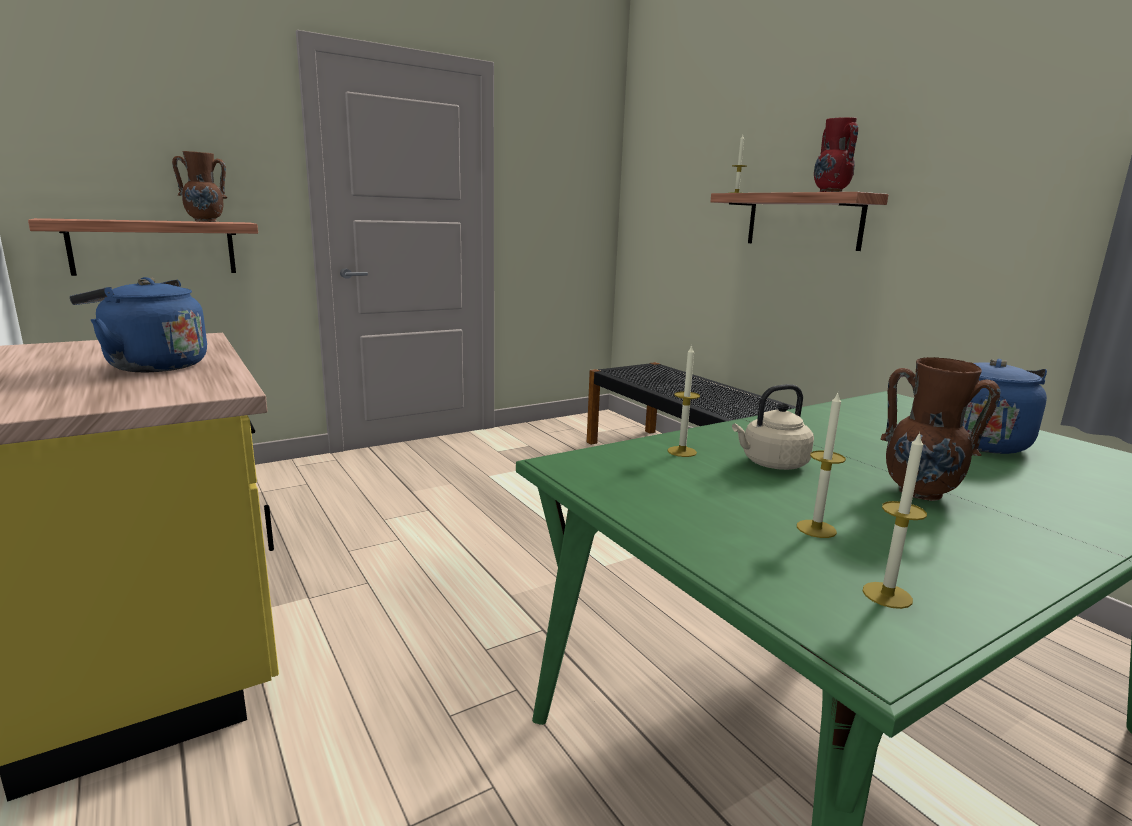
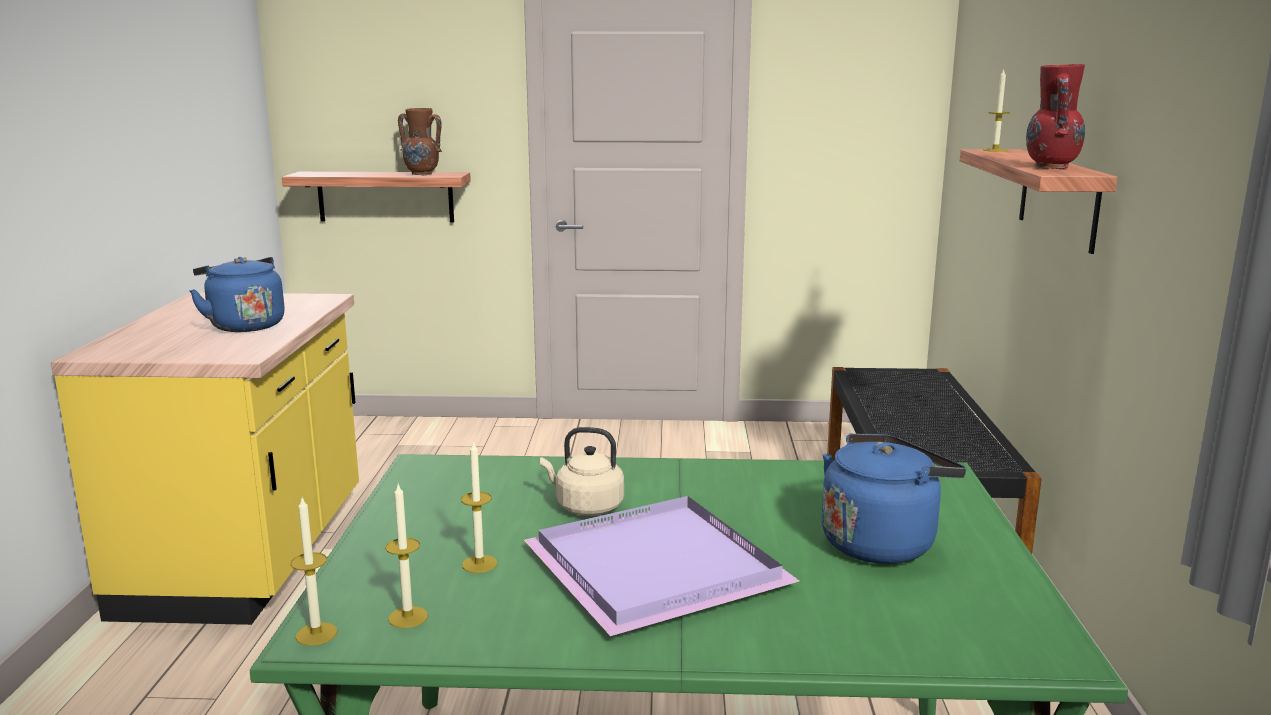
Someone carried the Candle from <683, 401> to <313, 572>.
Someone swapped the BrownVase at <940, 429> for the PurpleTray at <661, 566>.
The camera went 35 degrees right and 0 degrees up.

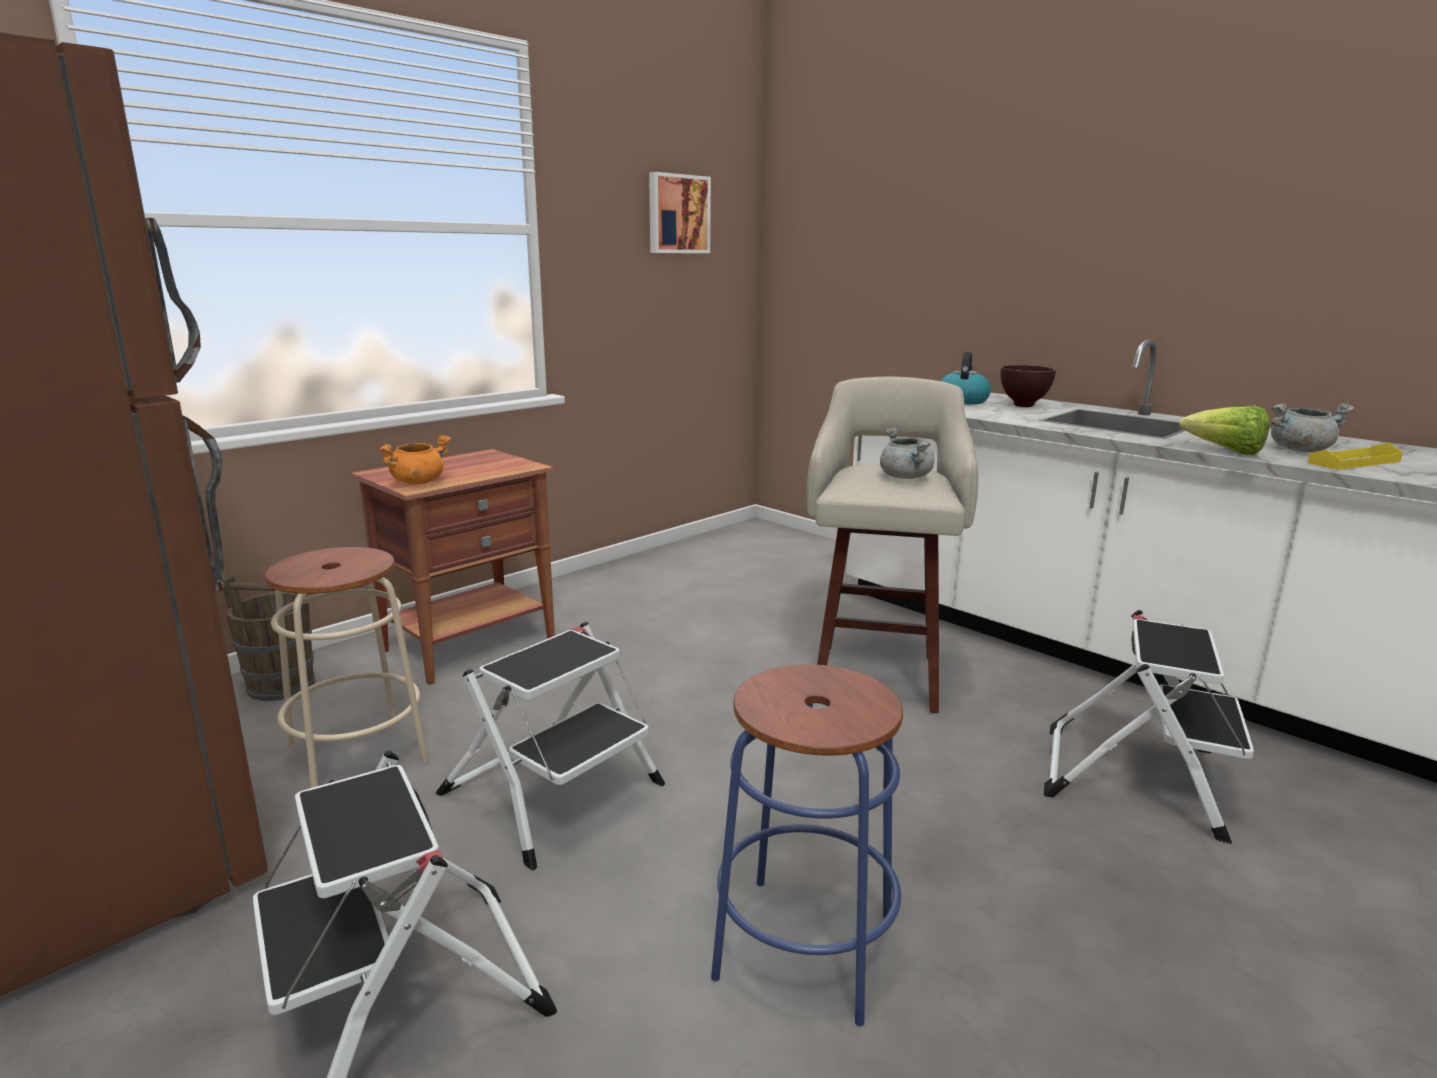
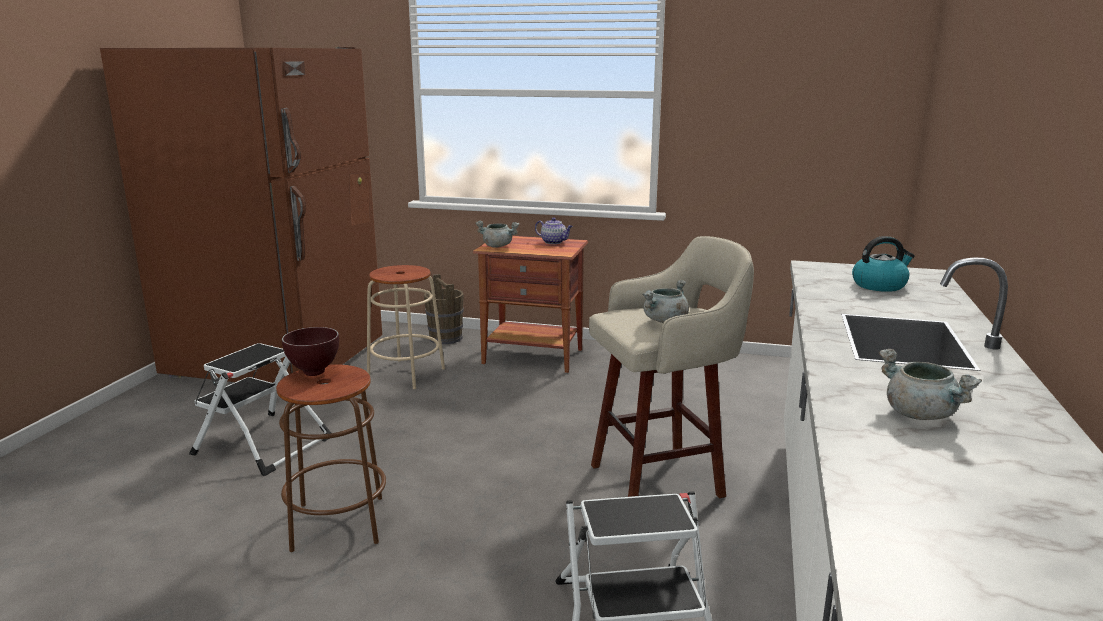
Someone took away the StepLadder at <550, 746>.
Someone took away the Picture at <680, 212>.
Someone took away the Lettuce at <1224, 430>.
Someone took away the YellowTray at <1355, 456>.
Someone put down the Teapot at <554, 230>.
Someone carried the BrownBowl from <1028, 386> to <310, 351>.
Someone repainted the OrangeCookingPot at <415, 459>, which became the GreyCookingPot at <497, 234>.
Someone repainted the BlueStool at <807, 845>, which became the BrownStool at <331, 458>.
The camera went 60 degrees right and 0 degrees up.

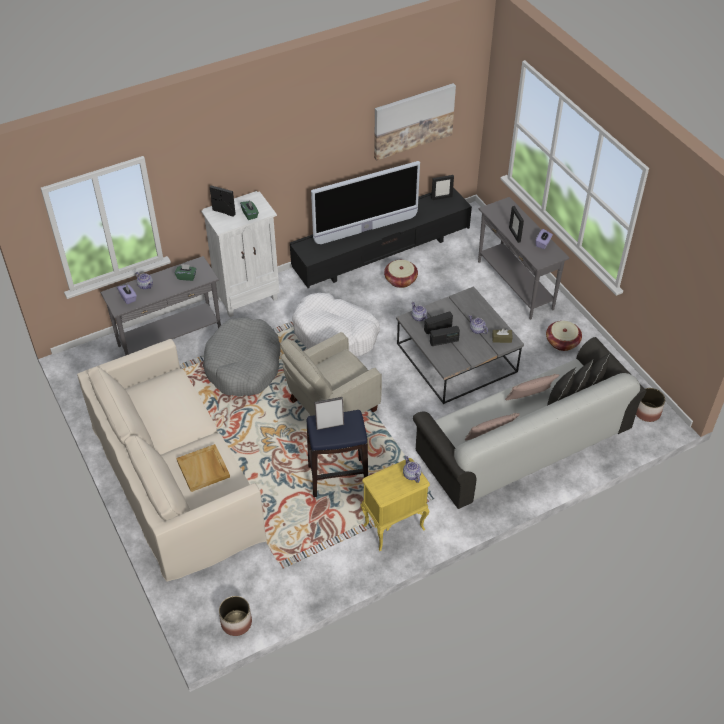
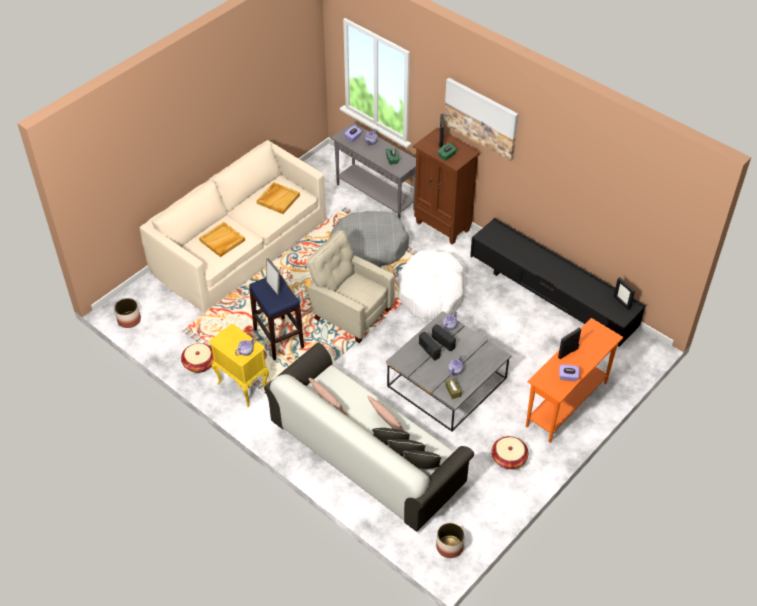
Someone took away the Television at <365, 202>.
Someone put down the BeigeTray at <278, 198>.
Someone carried the Picture from <415, 121> to <481, 119>.
Someone carried the Basket from <401, 274> to <197, 358>.
Someone repainted the WhiteCabinet at <240, 254>, which became the BrownCabinet at <446, 187>.
Someone repainted the GreyConsoleTable at <523, 258>, which became the OrangeConsoleTable at <574, 380>.
The camera went 70 degrees right and 0 degrees up.

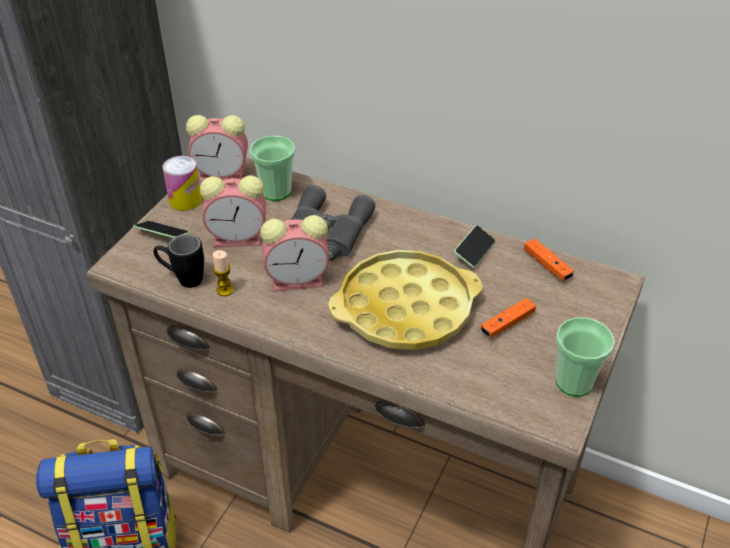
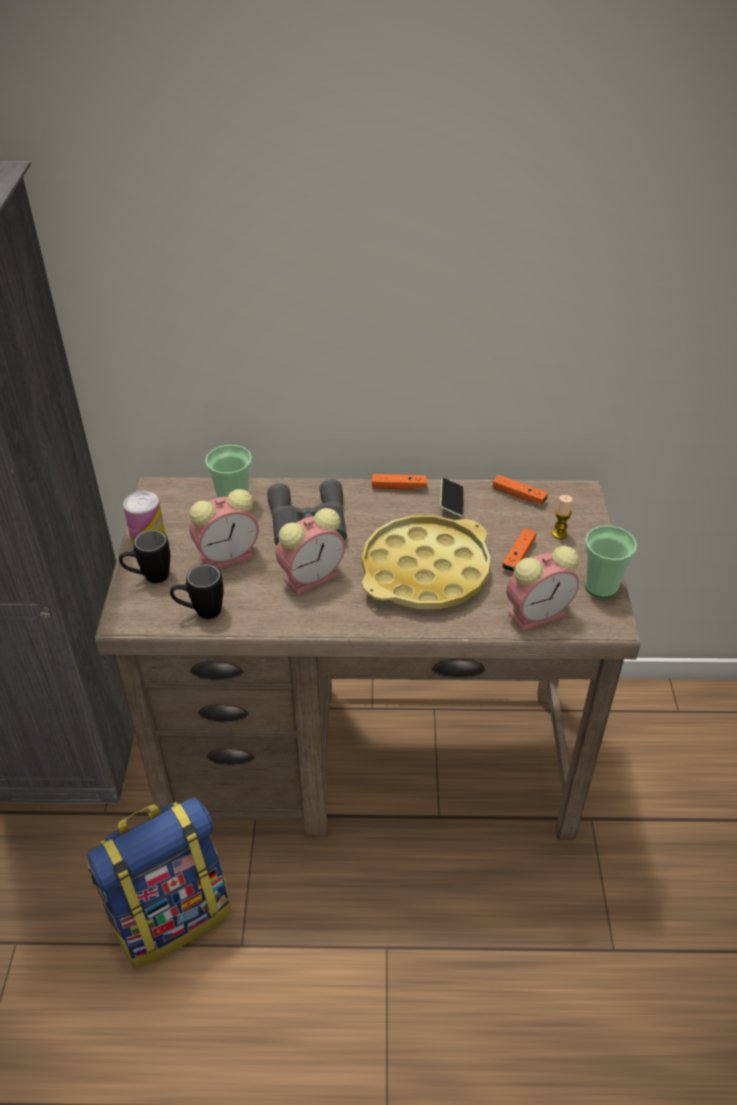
Someone put down the OrangeGameController at <399, 481>.
Someone carried the AlarmClock from <217, 148> to <542, 589>.
Someone carried the Candle from <223, 273> to <562, 517>.
Someone swapped the Phone at <161, 229> for the BlackMug at <144, 556>.
The camera went 25 degrees left and 0 degrees up.

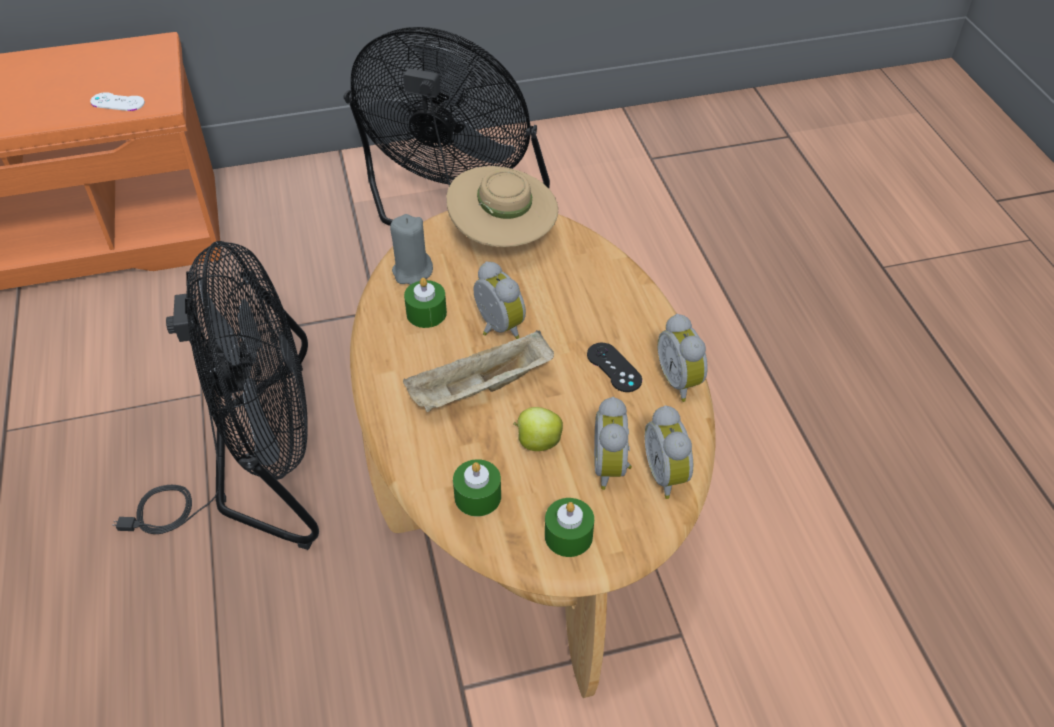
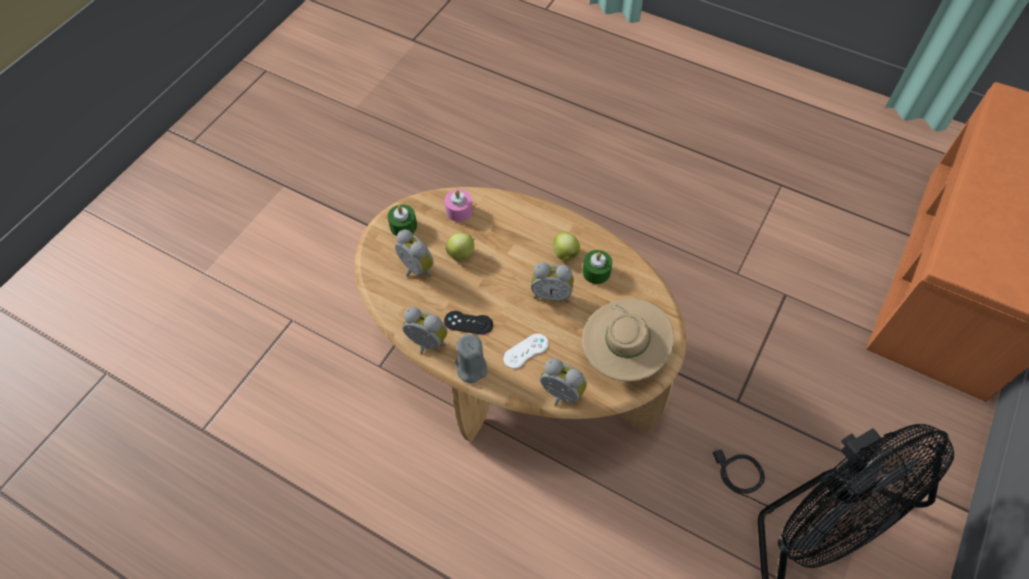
Someone took away the BlackFan at <215, 395>.
Someone took away the BeigeTray at <478, 371>.
Someone put down the Apple at <566, 246>.
Someone carried the WhiteGameController from <117, 101> to <526, 351>.
Someone carried the GreyCandle from <411, 249> to <471, 358>.
Someone carried the AlarmClock from <668, 452> to <563, 382>.
Someone repainted the GreenCandle at <477, 488>, which became the PinkCandle at <459, 205>.
The camera went 135 degrees right and 10 degrees up.

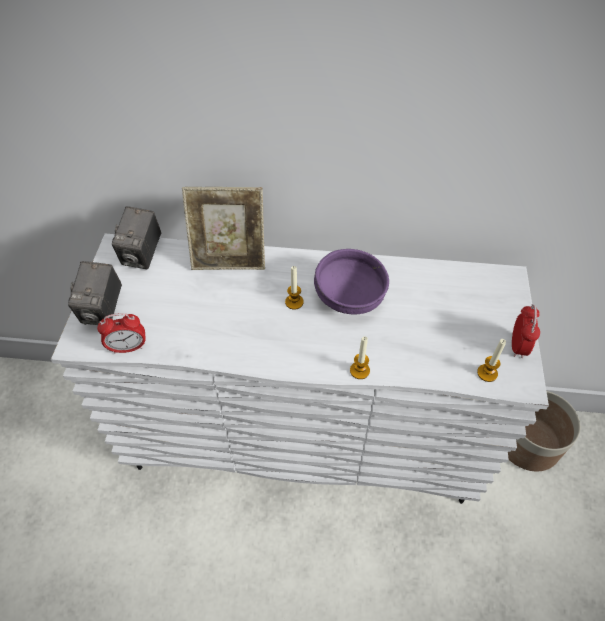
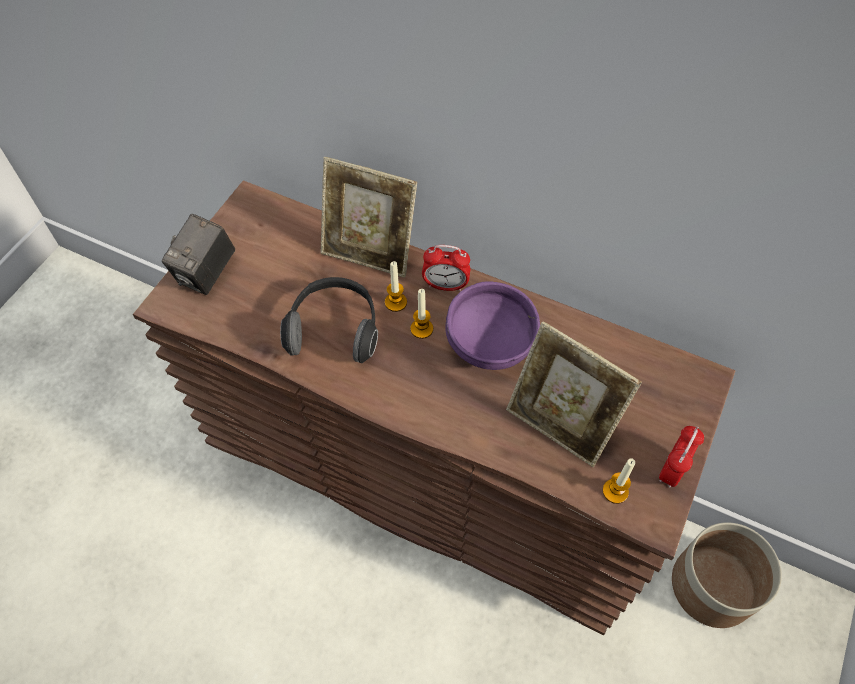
Someone took away the PhotoCamera at <136, 237>.
Someone put down the Headphones at <329, 320>.
Someone put down the PictureFrame at <574, 394>.
Someone carried the AlarmClock from <121, 333> to <446, 268>.
Someone carried the Candle from <360, 357> to <396, 286>.
Someone repainted the WhiteDresser at <300, 369>, which became the BrownDresser at <434, 408>.
The camera went 20 degrees right and 5 degrees up.

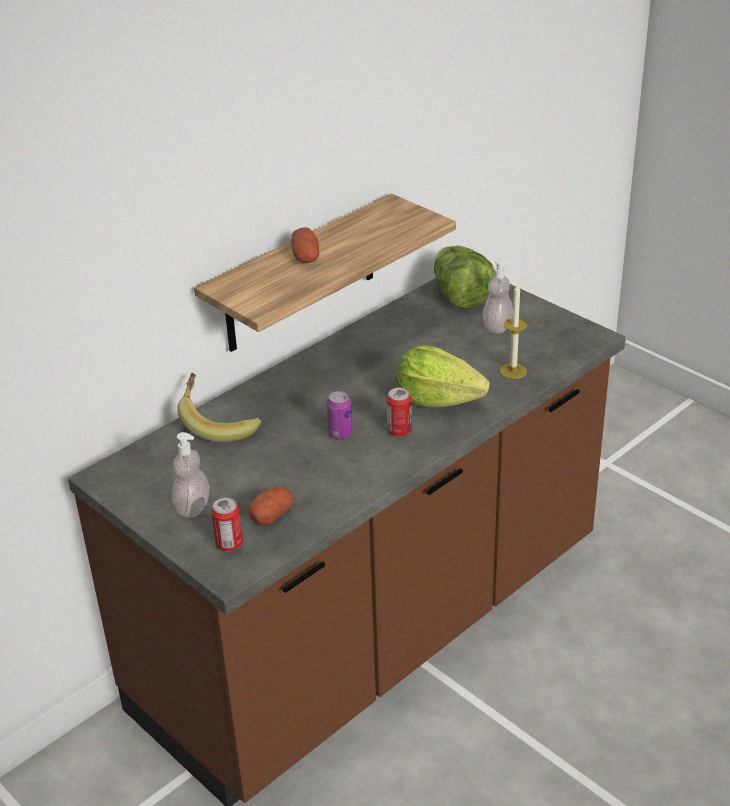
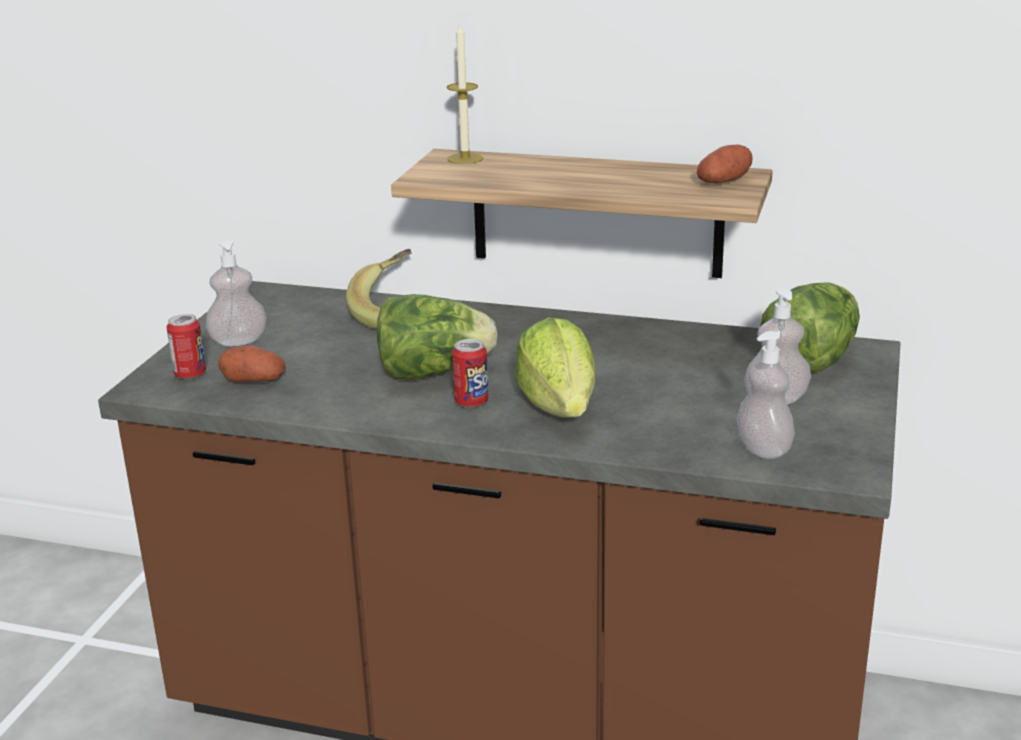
Someone put down the SoapDispenser at <766, 395>.
Someone carried the Potato from <305, 245> to <725, 163>.
Someone carried the Candle from <514, 331> to <465, 94>.
Someone swapped the Can at <339, 415> for the Lettuce at <437, 337>.
The camera went 60 degrees right and 10 degrees down.

